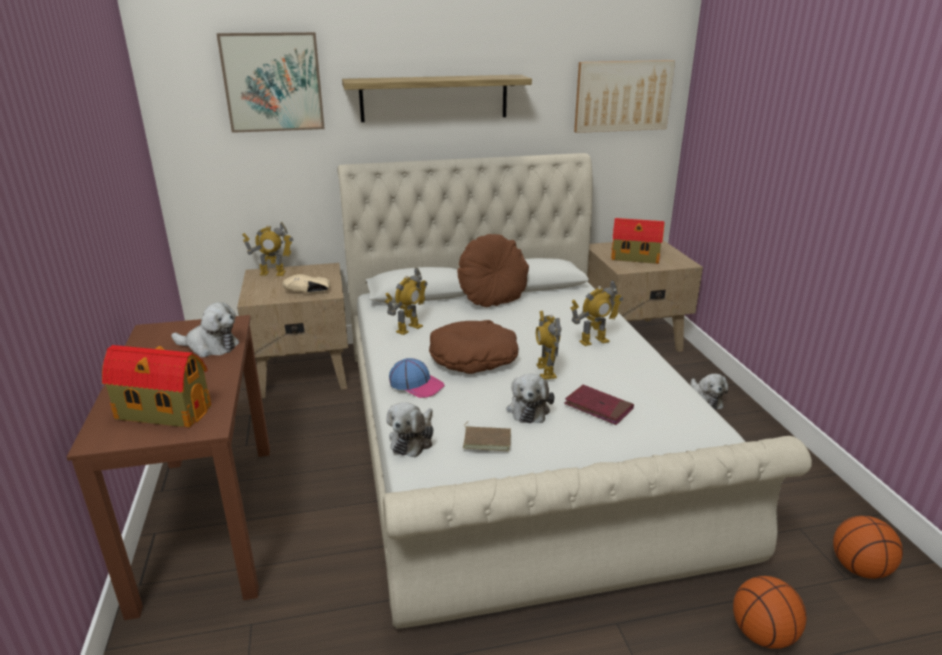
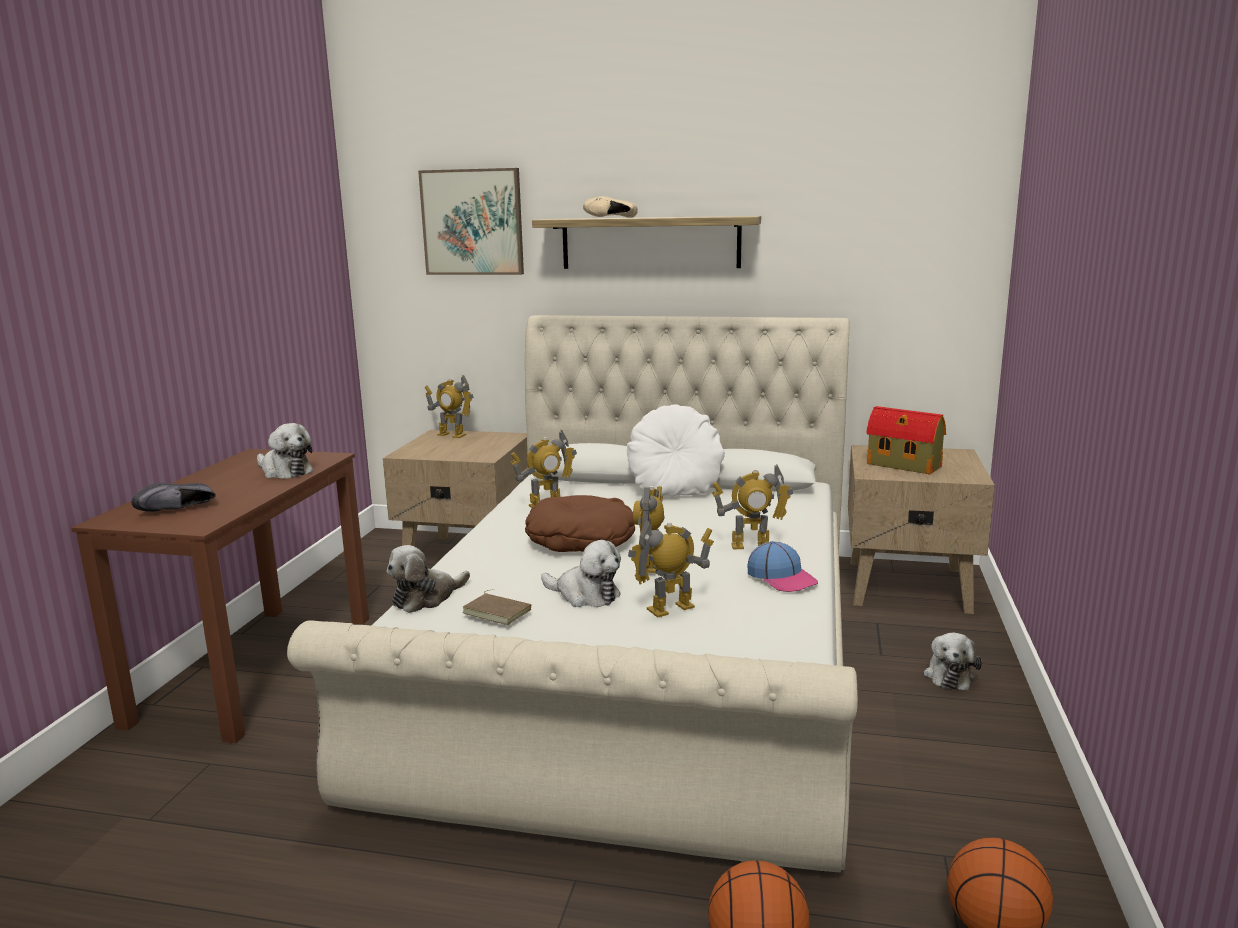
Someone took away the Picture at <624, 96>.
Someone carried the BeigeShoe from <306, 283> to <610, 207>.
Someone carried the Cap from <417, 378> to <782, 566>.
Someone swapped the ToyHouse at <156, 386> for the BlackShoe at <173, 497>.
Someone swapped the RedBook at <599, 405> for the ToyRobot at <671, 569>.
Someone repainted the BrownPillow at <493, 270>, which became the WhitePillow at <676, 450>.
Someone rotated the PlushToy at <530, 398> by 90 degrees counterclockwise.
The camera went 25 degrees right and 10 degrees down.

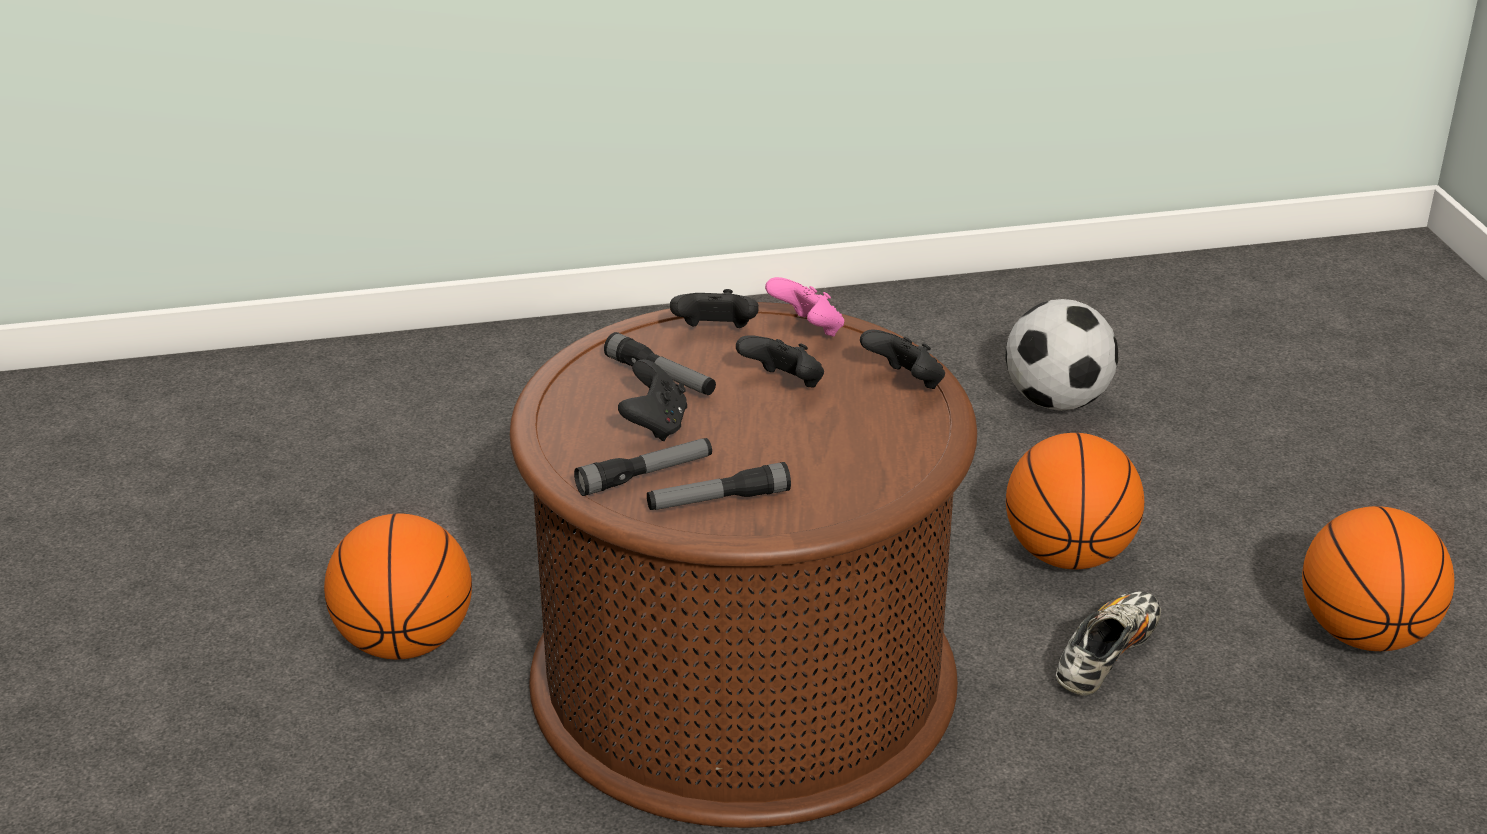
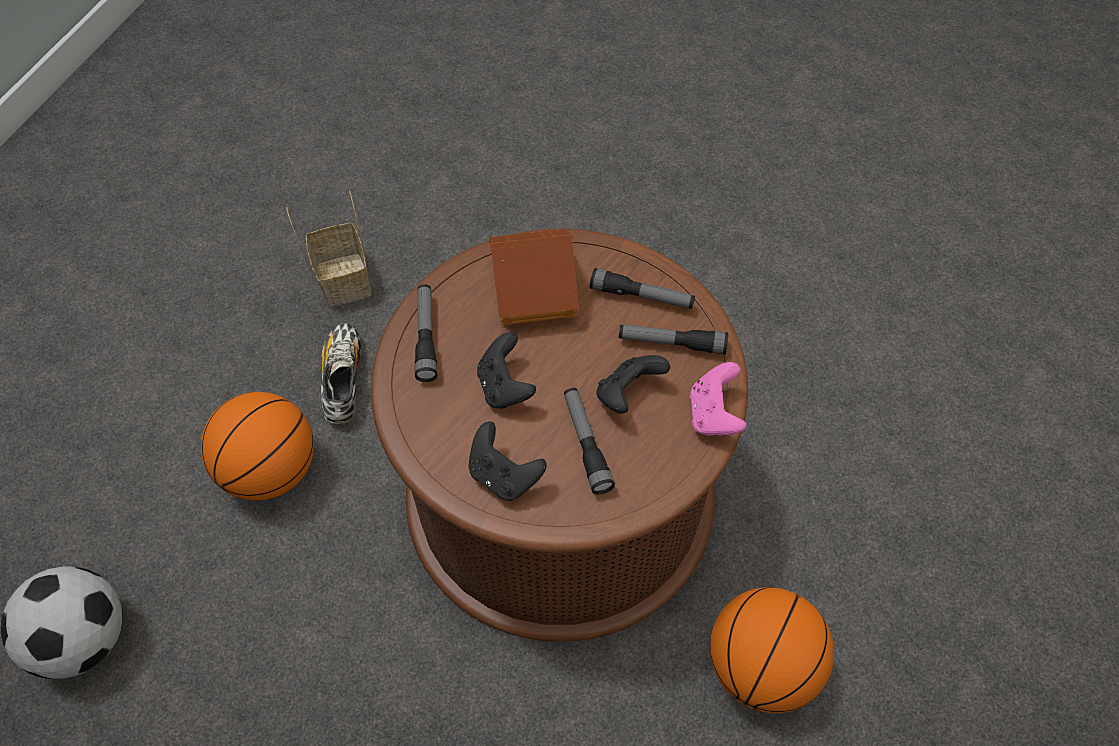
Someone took away the Basketball at <1378, 578>.
Someone put down the Basket at <328, 249>.
Someone put down the ToyHouse at <534, 277>.
Someone carried the PinkGameController from <804, 307> to <718, 399>.
Someone swapped the BlackGameController at <902, 359> for the Flashlight at <426, 333>.
Someone rotated the Shoe at <1108, 643> by 105 degrees clockwise.
The camera went 145 degrees left and 25 degrees up.

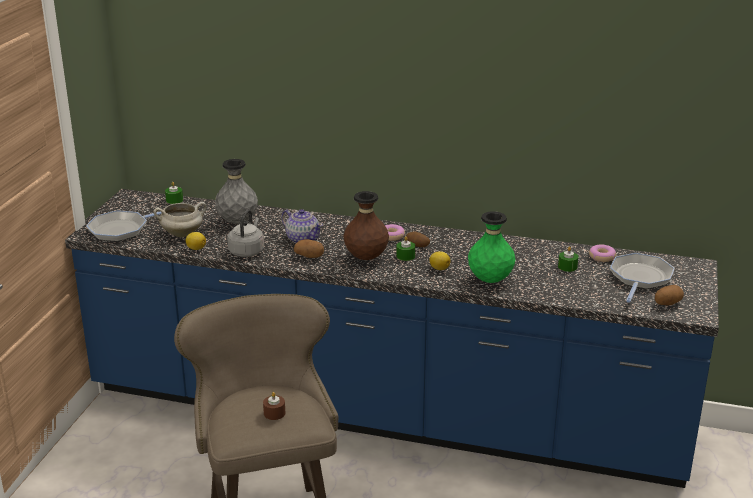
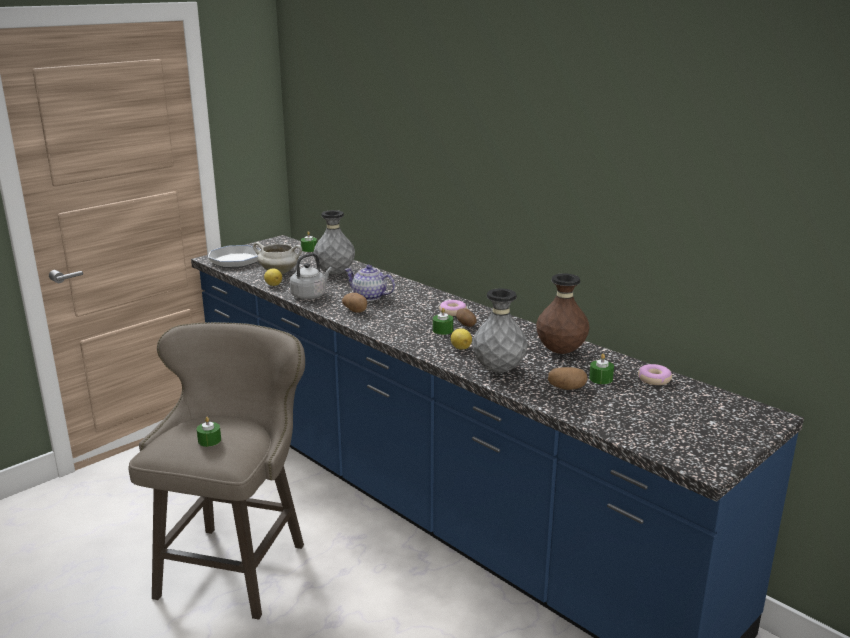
Someone took away the FryingPan at <642, 278>.
Someone carried the BrownVase from <366, 225> to <563, 313>.
Someone carried the Potato from <669, 295> to <568, 378>.
Someone repainted the BrownCandle at <274, 406>, which became the GreenCandle at <209, 432>.
Someone repainted the GreenVase at <492, 247>, which became the GreyVase at <500, 330>.
Someone rotated the Teapot at <302, 226> by 135 degrees clockwise.
The camera went 30 degrees right and 5 degrees down.

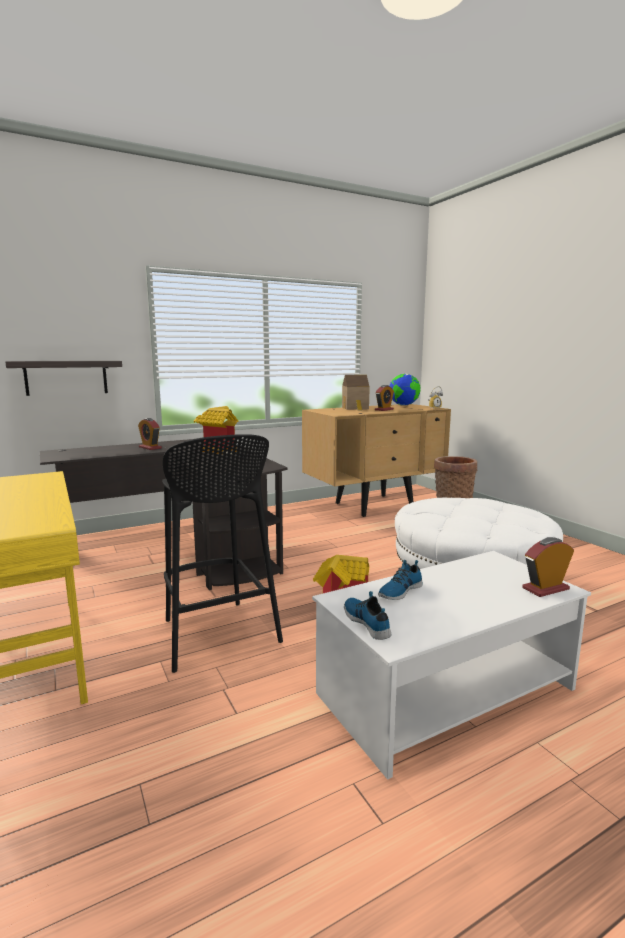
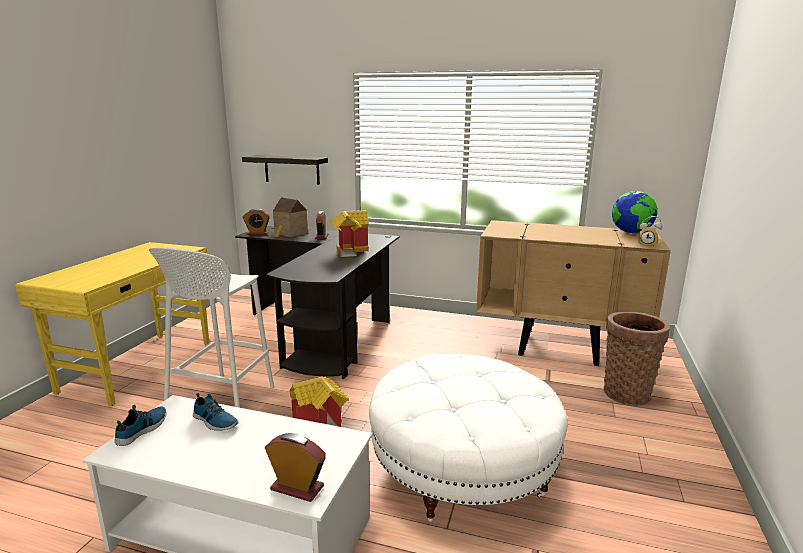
Someone carried the ToyHouse from <356, 393> to <290, 217>.
Someone carried the AlarmClock from <384, 398> to <256, 222>.
Someone repainted the BlackStool at <222, 553>, which became the WhiteStool at <211, 327>.
Someone rotated the Shoe at <400, 580> by 150 degrees counterclockwise.
The camera went 45 degrees right and 5 degrees up.

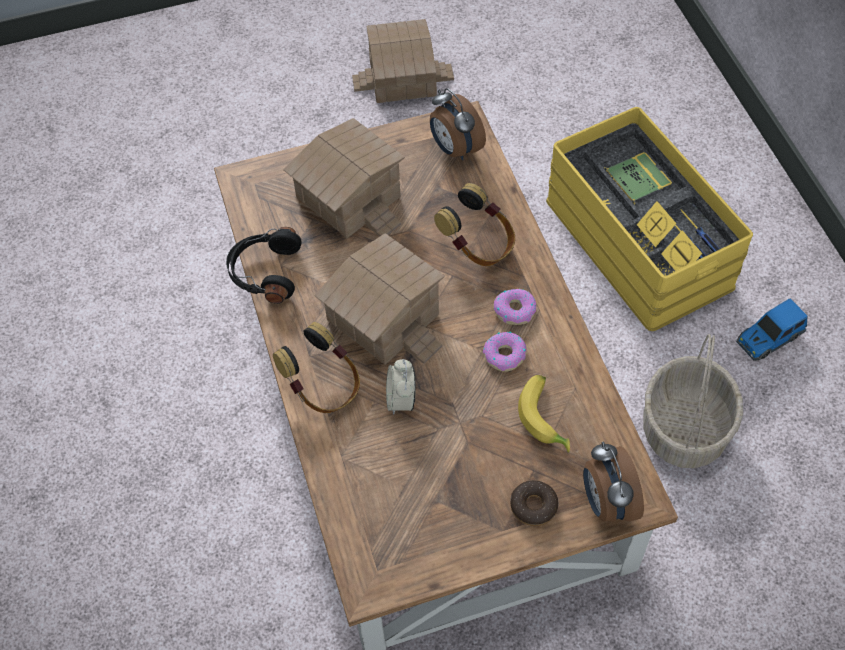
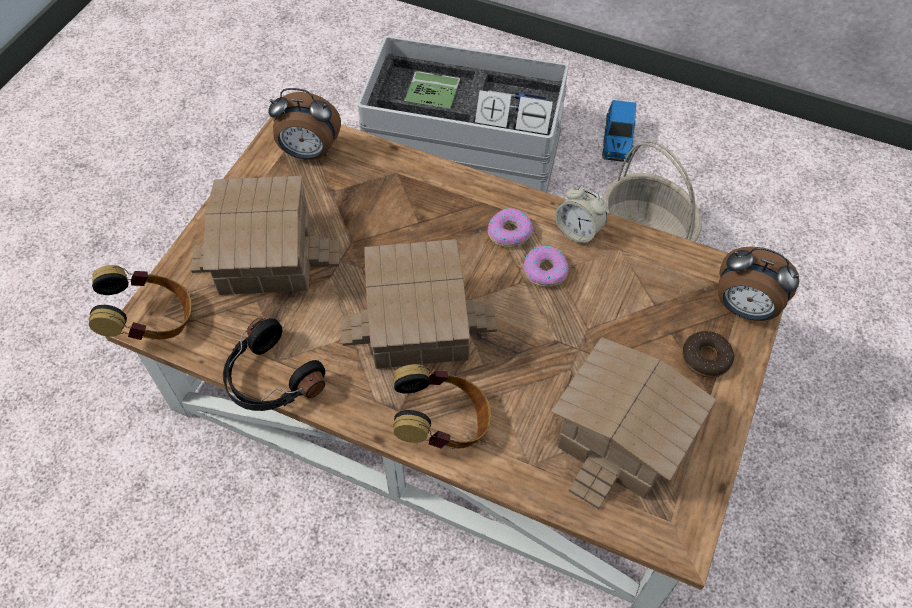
Someone took away the Banana at <544, 414>.
Someone carried the ToyHouse from <403, 61> to <633, 423>.
Someone carried the AlarmClock from <401, 387> to <581, 215>.
Someone carried the Headphones from <474, 224> to <140, 302>.
Someone repainted the YellowStorageBox at <649, 219>, which became the GreyStorageBox at <463, 114>.
The camera went 50 degrees left and 0 degrees up.

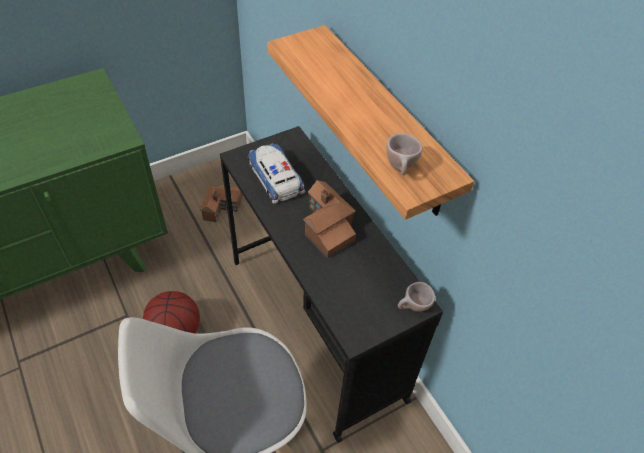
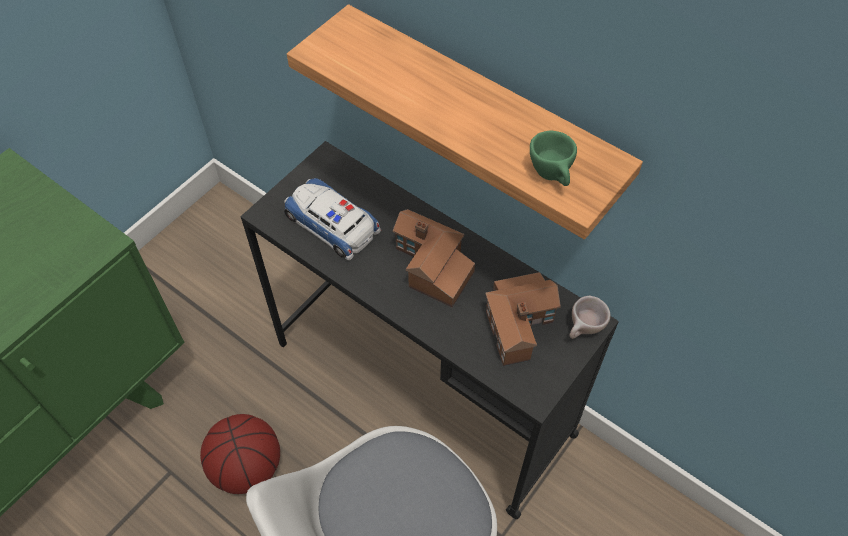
Someone carried the ToyHouse from <221, 203> to <523, 319>.
Someone repainted the BeigeCup at <404, 154>, which became the GreenCup at <553, 158>.
The camera went 20 degrees left and 5 degrees up.

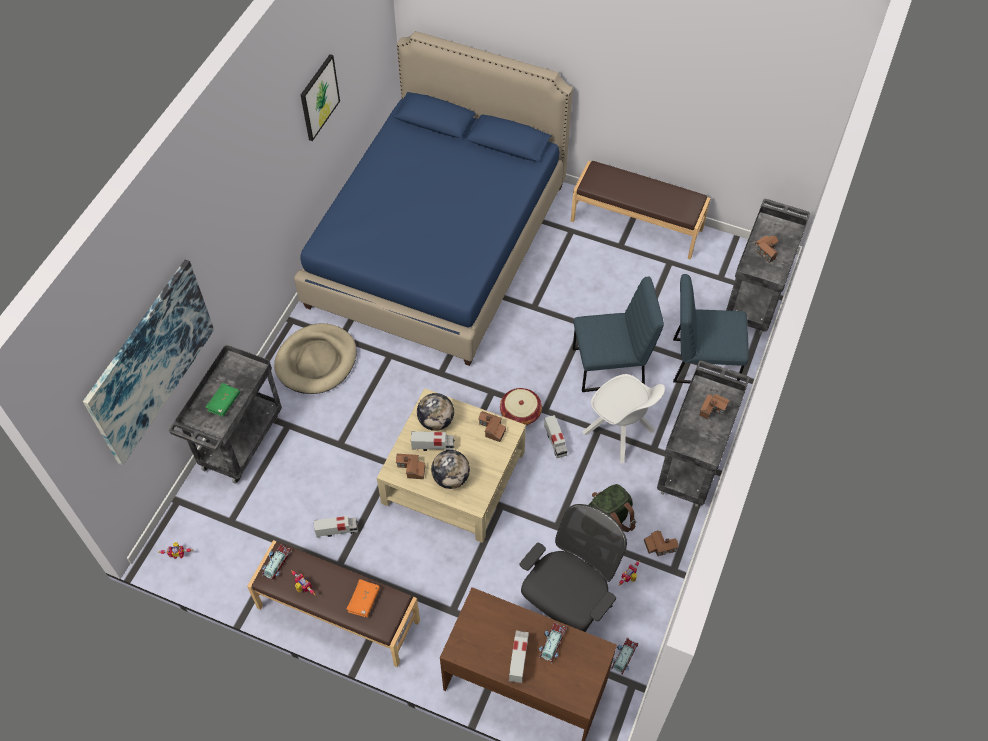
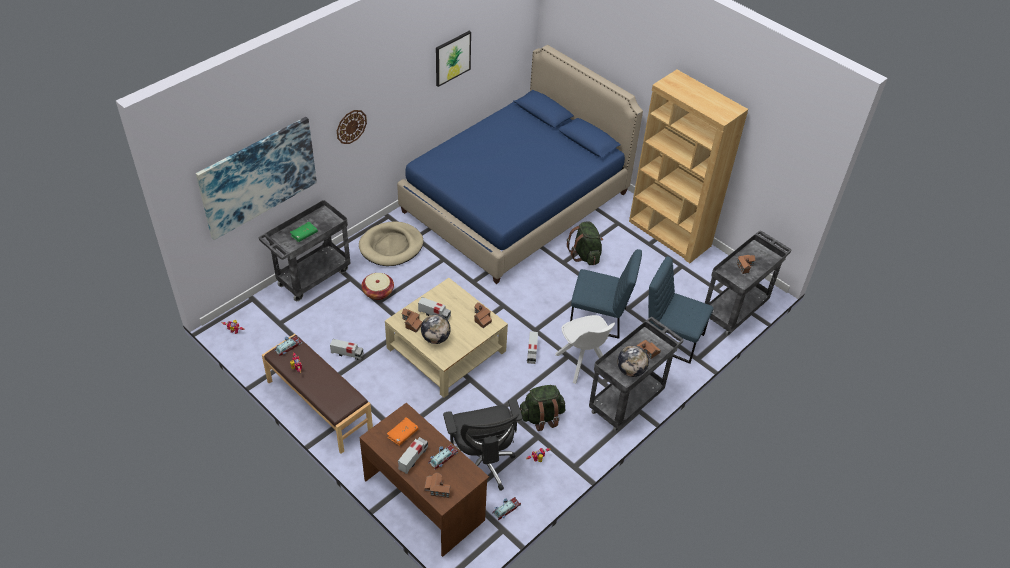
Someone put up the WallClock at <352, 127>.
Someone put down the GreenBackpack at <585, 243>.
Someone carried the OrangeBook from <363, 598> to <403, 431>.
Someone carried the Globe from <435, 412> to <633, 361>.
Someone carried the Basket from <521, 406> to <378, 286>.
Someone carried the ToyHouse from <661, 543> to <437, 485>.
Someone swapped the BrownBench at <641, 210> for the BrownBookcase at <688, 166>.
Someone rotated the OfficeChair at <573, 568> by 105 degrees clockwise.
The camera went 20 degrees right and 10 degrees down.

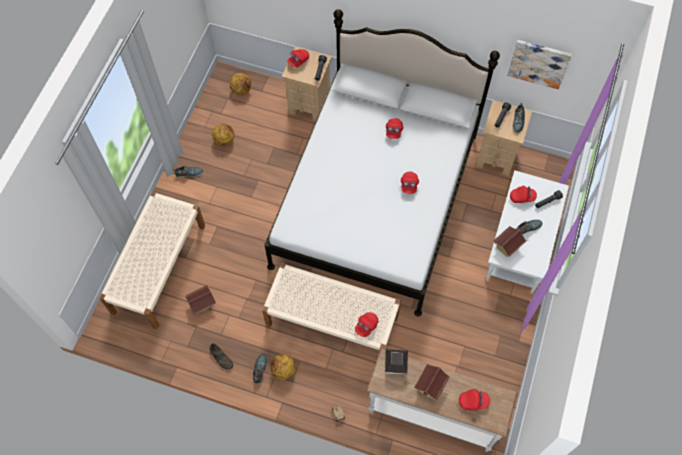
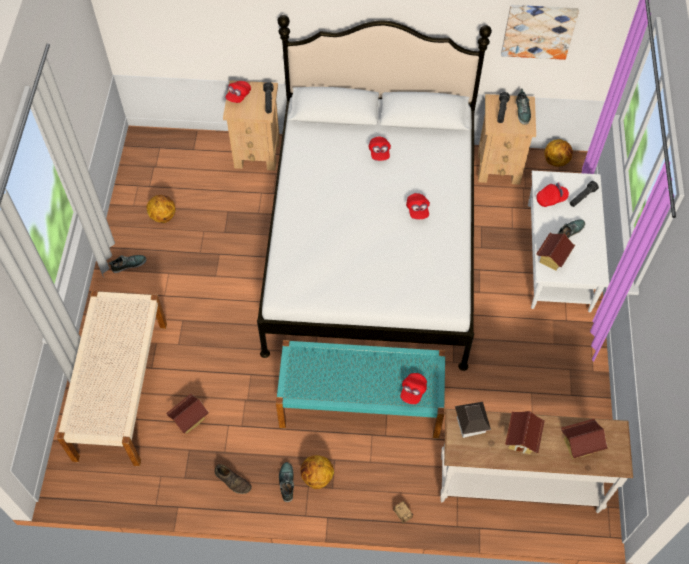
Someone carried the Basketball from <240, 84> to <558, 153>.
Someone swapped the RedCap at <474, 400> for the ToyHouse at <584, 438>.
Someone repainted the BeigeBench at <331, 307>, which became the TurquoiseBench at <361, 389>.
The camera went 15 degrees left and 5 degrees down.

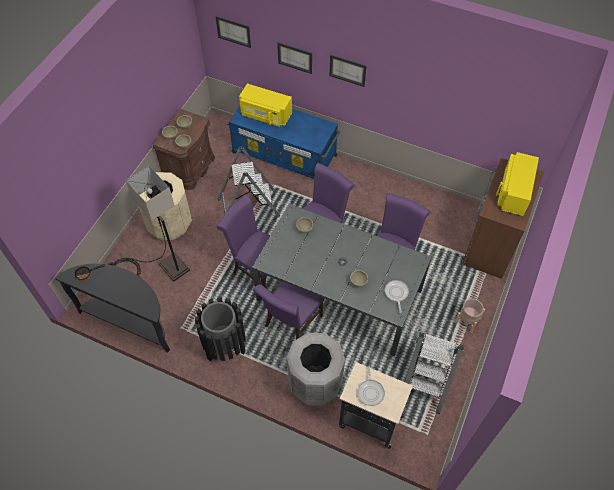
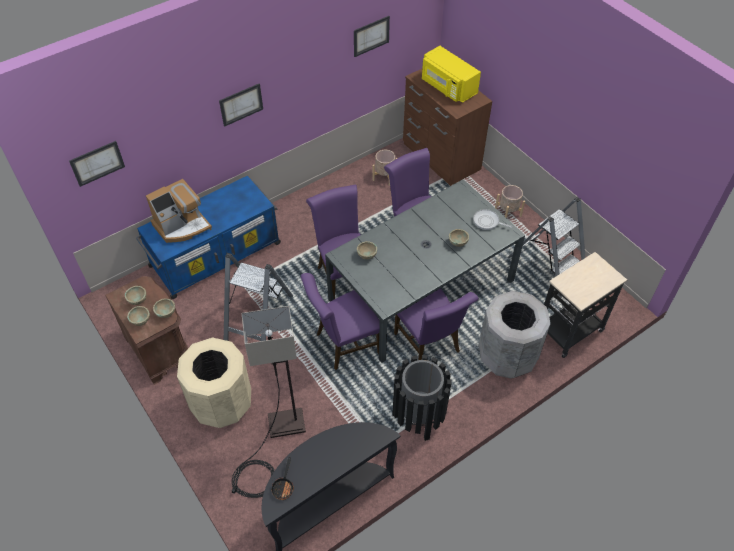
Someone took away the FryingPan at <371, 386>.
Someone put down the BeigePlanter at <384, 168>.
Someone carried the Picture from <294, 58> to <372, 36>.
Someone swapped the YellowMicrowave at <265, 105> for the CoffeeMachine at <179, 211>.
The camera went 60 degrees left and 5 degrees down.

